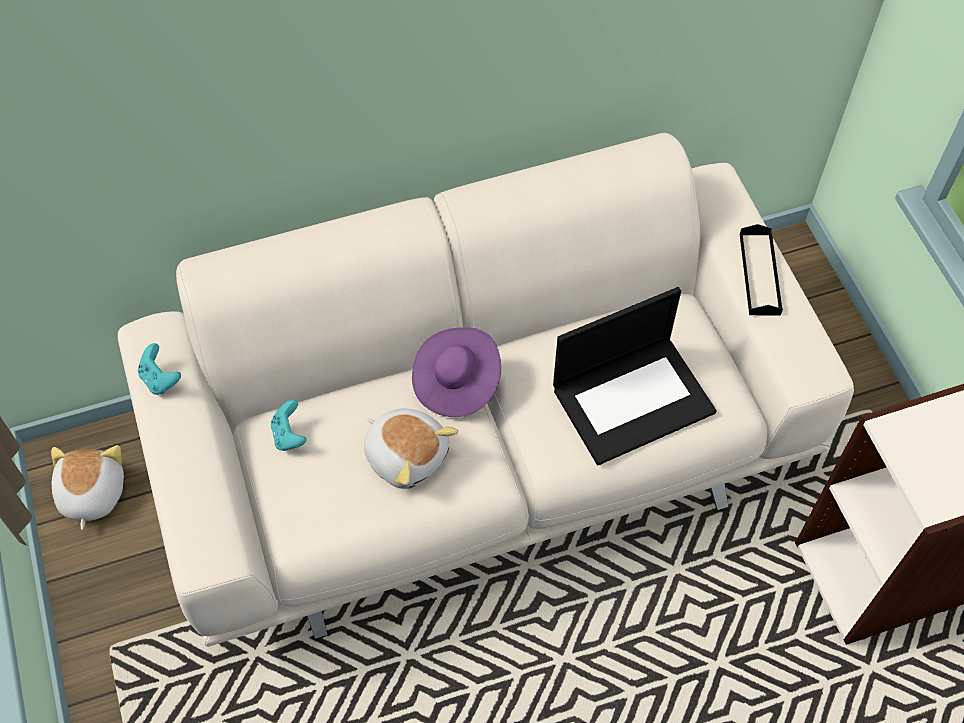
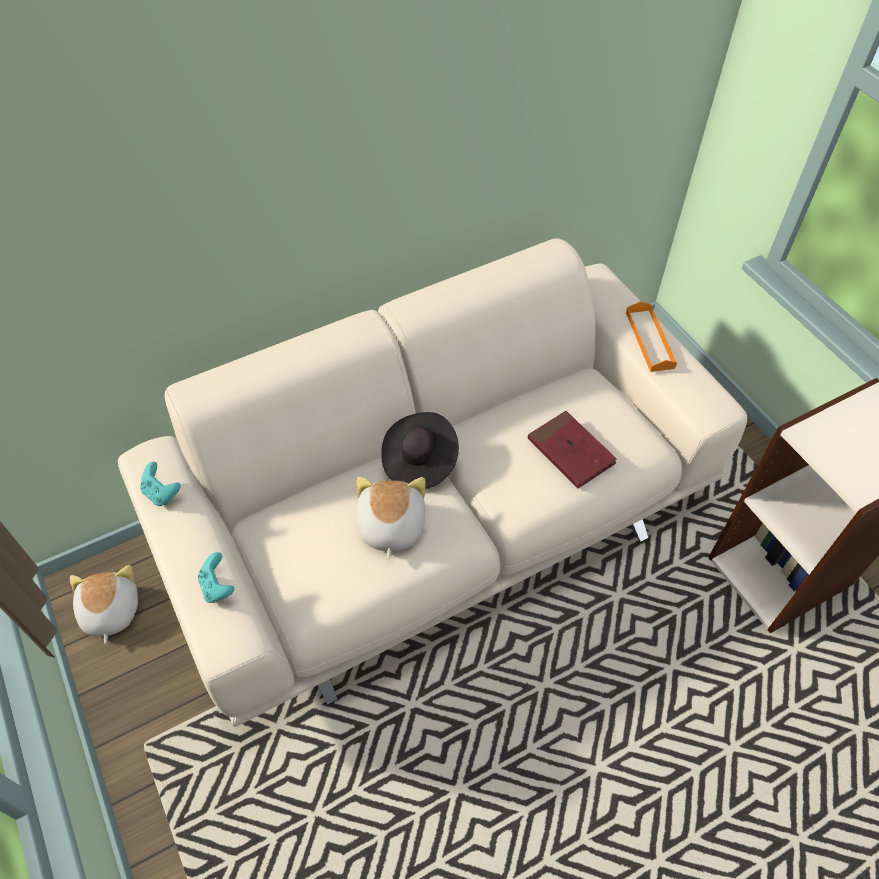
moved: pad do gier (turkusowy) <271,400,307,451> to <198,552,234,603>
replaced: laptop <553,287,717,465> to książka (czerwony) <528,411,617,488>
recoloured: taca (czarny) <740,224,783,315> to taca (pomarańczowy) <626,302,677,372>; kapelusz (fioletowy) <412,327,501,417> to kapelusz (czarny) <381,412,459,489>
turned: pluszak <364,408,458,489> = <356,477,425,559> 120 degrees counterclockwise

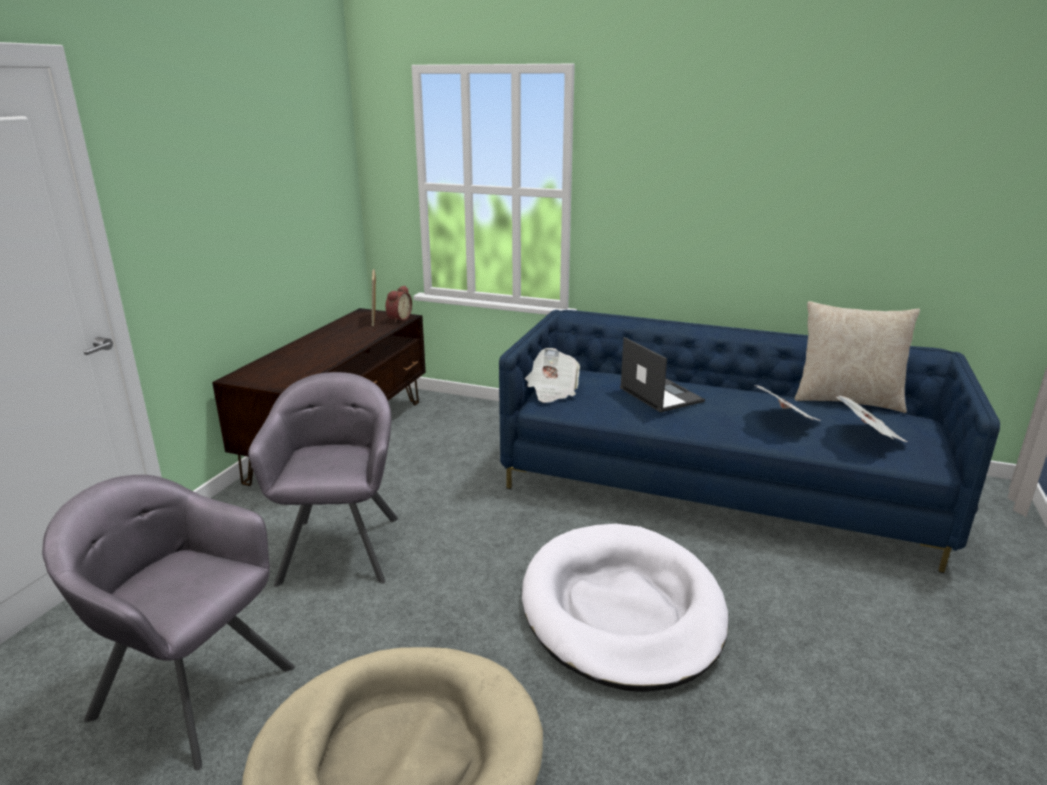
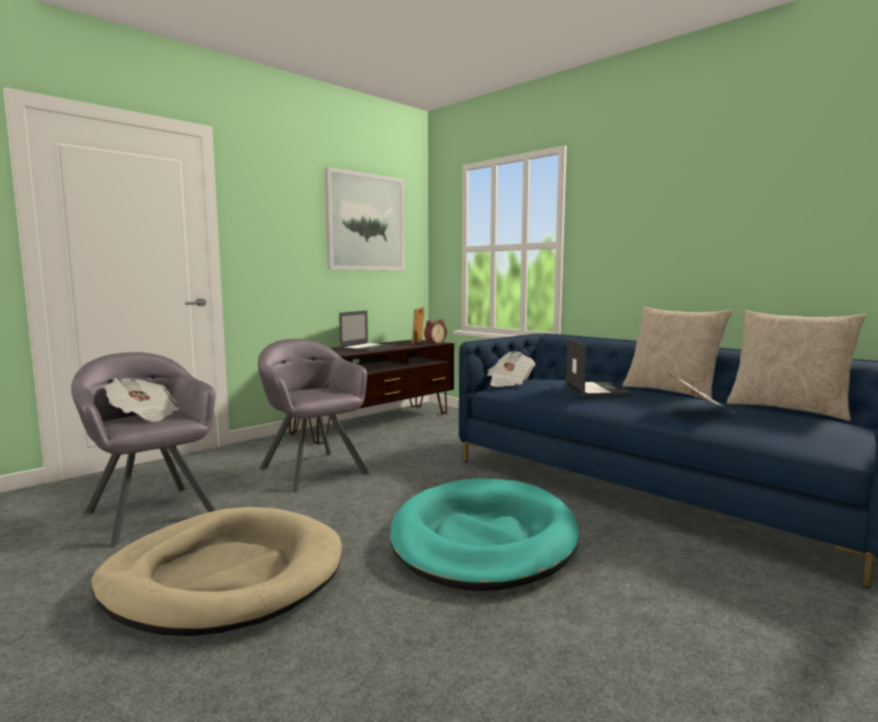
added: obraz <325,167,405,270>; poduszka (beżowy) <622,307,732,401>; laptop <339,311,395,352>
moved: gazeta <836,395,908,442> to <104,378,179,422>
recoloured: legowisko (biały) <522,524,729,692> to legowisko (turkusowy) <390,478,579,591>
turned: fotel (szary) <248,372,398,587> = <258,339,369,492> 60 degrees counterclockwise

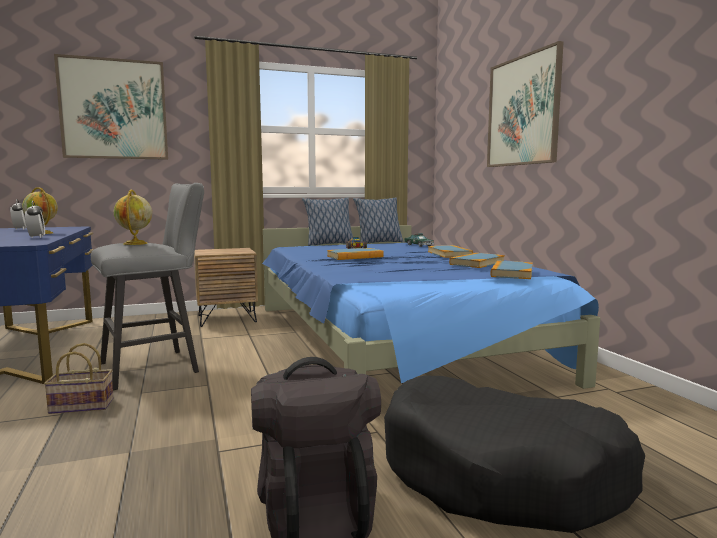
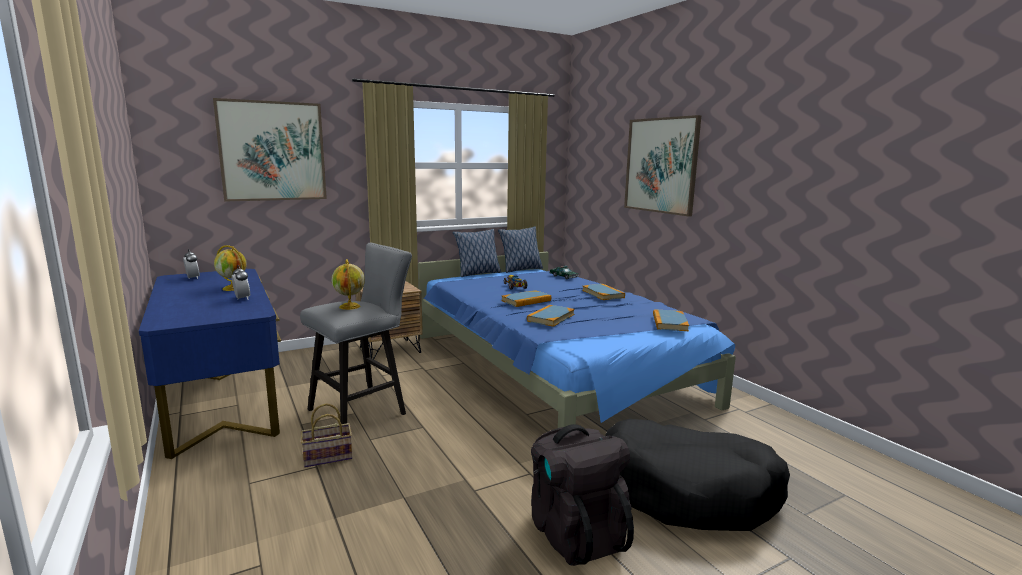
moved: książka <449,253,505,268> to <527,305,575,327>

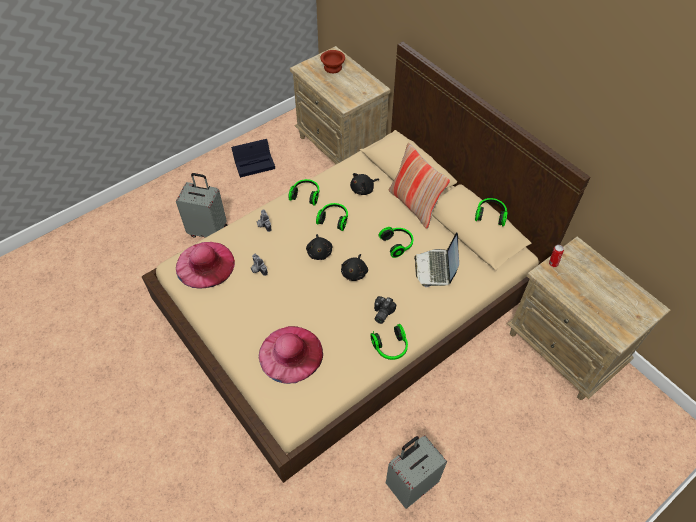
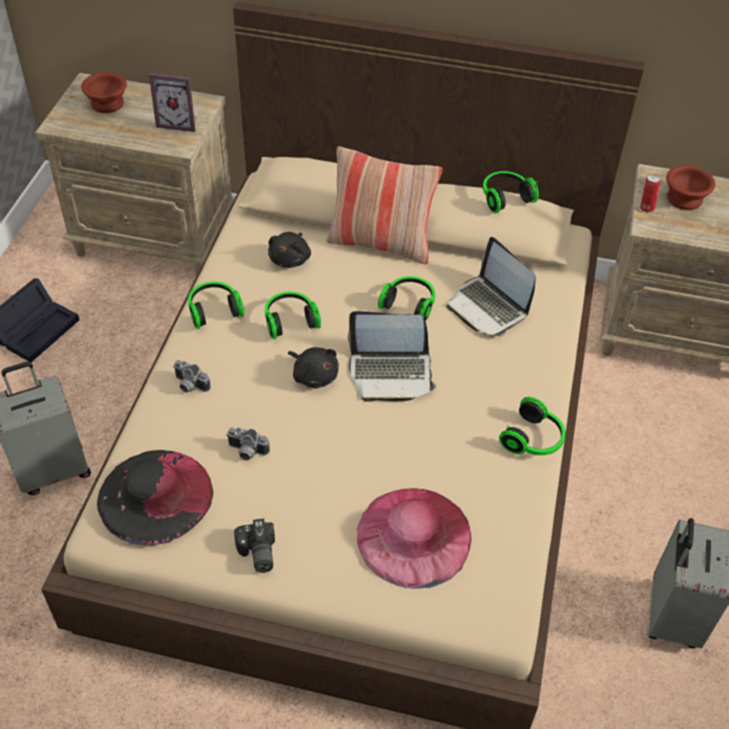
added: ramka na zdjęcie <149,73,196,132>; miska (brązowy) <666,165,715,210>
moved: aparat fotograficzny <374,296,396,324> to <234,519,275,573>
replaced: pluszak (czarny) <341,254,368,281> to laptop <348,311,436,402>
recoloured: kapelusz (różowy) <176,242,235,289> to kapelusz (czarny) <97,450,213,546>

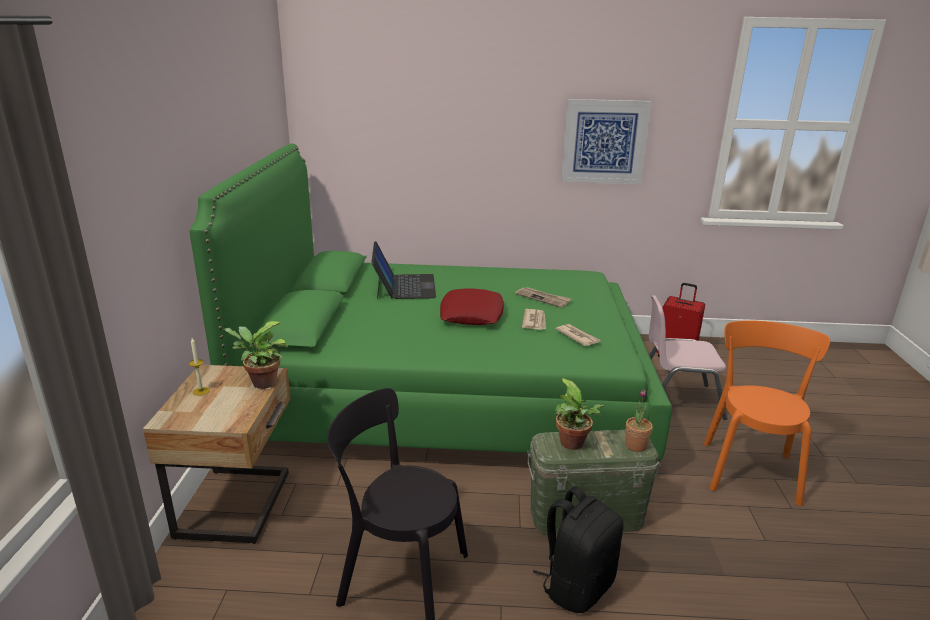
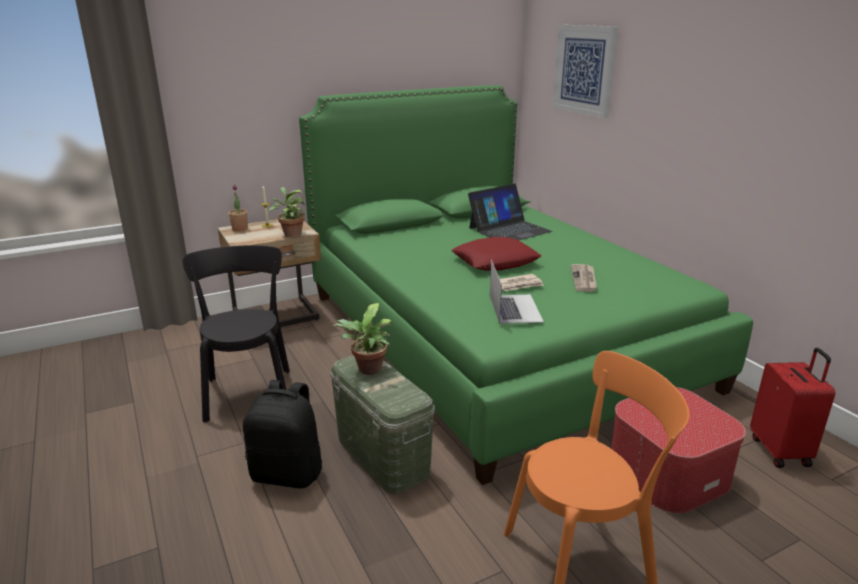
moved: obraz <561,99,652,184> to <552,25,618,119>; roślina doniczkowa <625,389,653,452> to <229,184,248,232>
replaced: krzesło (różowy) <649,295,727,420> to pufa <611,387,746,514>; gazeta <555,324,601,346> to laptop <490,260,544,324>

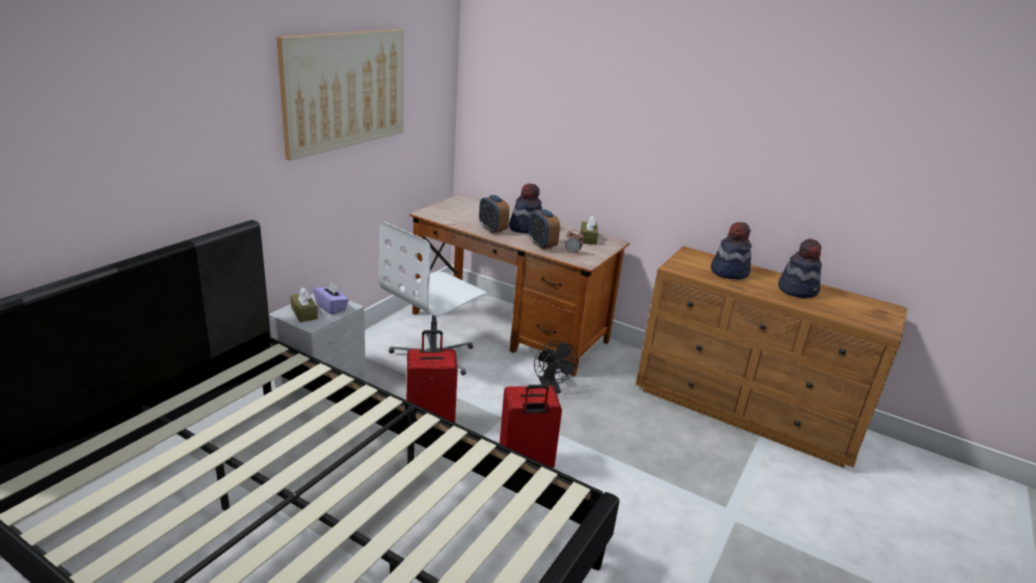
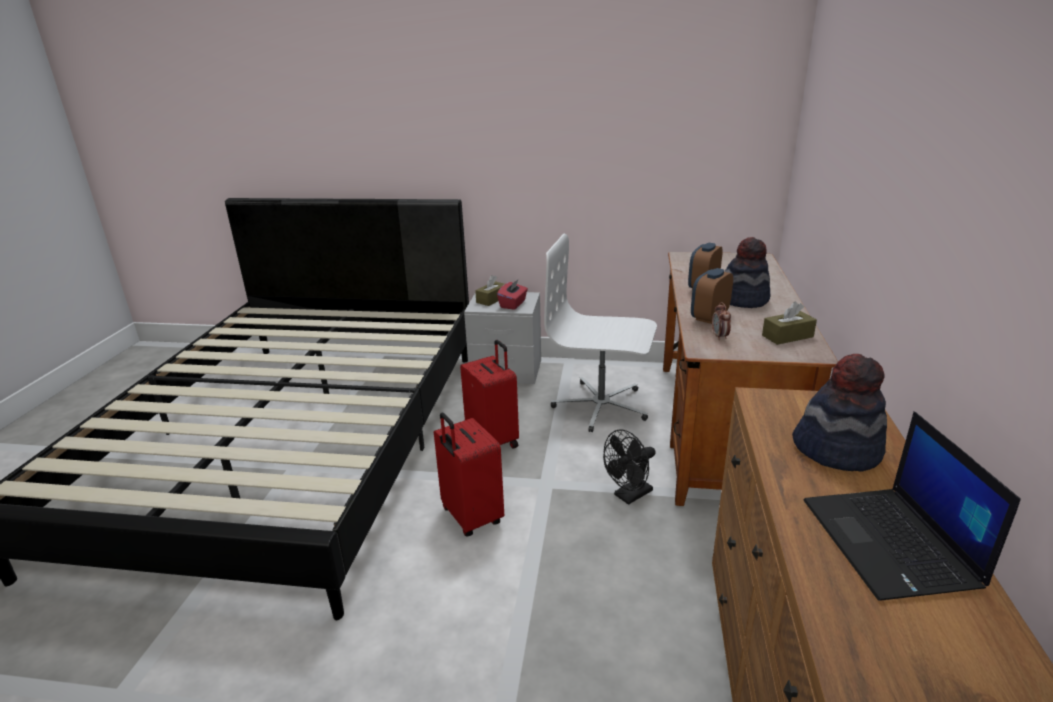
removed: obraz <277,29,404,160>
replaced: kapelusz <778,239,822,298> to laptop <804,411,1021,601>
recoloured: pudełko chusteczek (fioletowy) <313,281,349,315> to pudełko chusteczek (czerwony) <497,279,528,310>

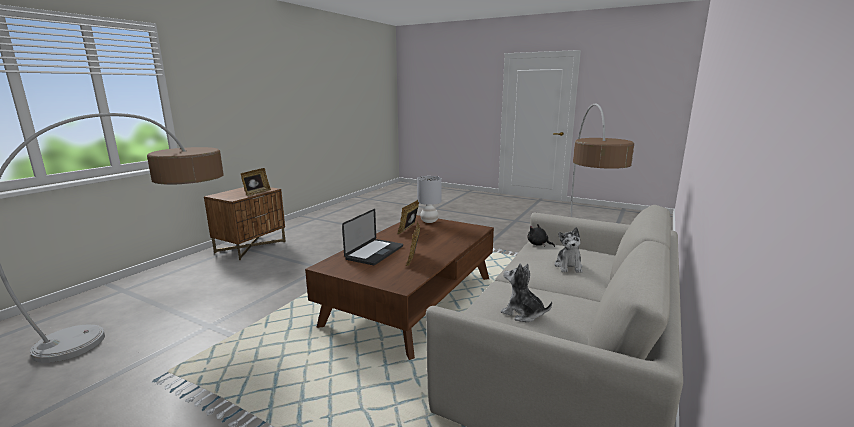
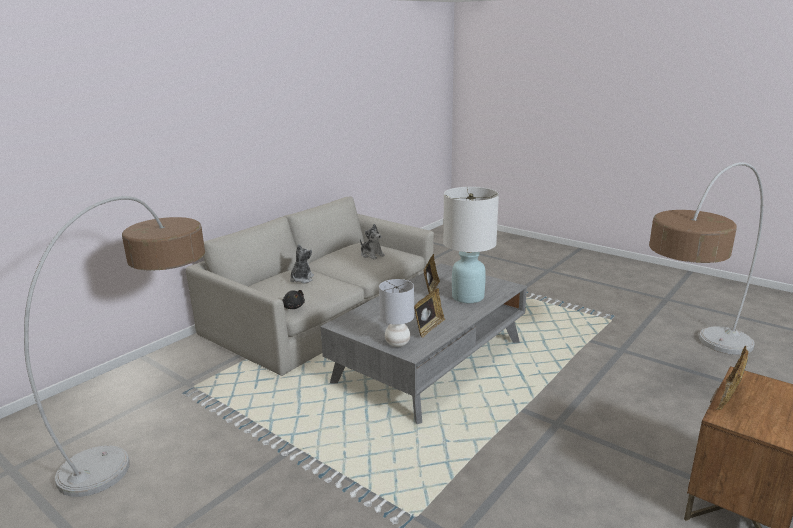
replaced: laptop <342,209,403,265> to lampa stołowa (biały) <443,187,499,303>
recoloured: ława (brązowy) <305,215,494,360> to ława (szary) <320,263,527,424>

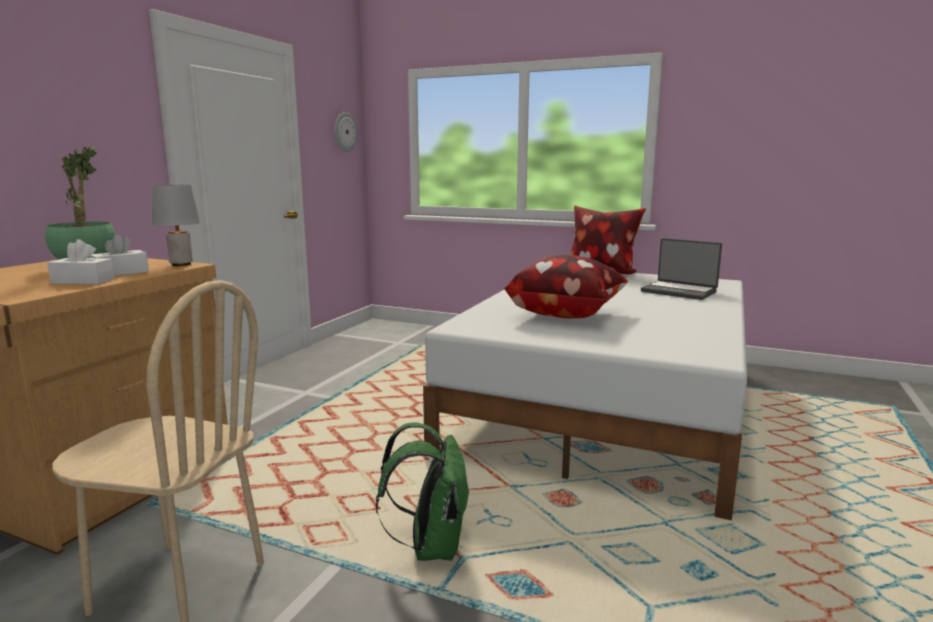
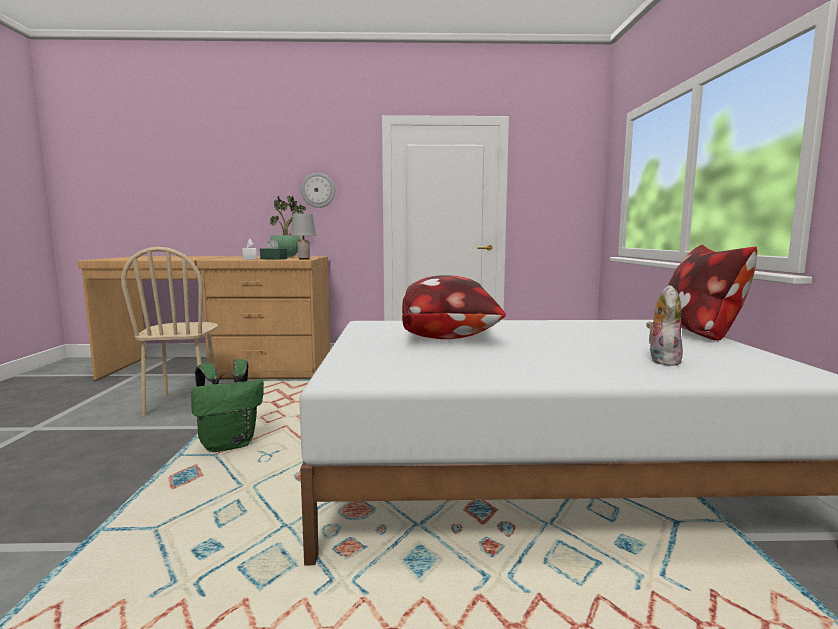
moved: zegar ścienny <335,112,357,152> to <301,173,335,208>
replaced: laptop <641,238,722,300> to pluszak <646,285,683,366>
recoloured: pudełko chusteczek (biały) <90,234,149,276> to pudełko chusteczek (zielony) <260,238,287,260>

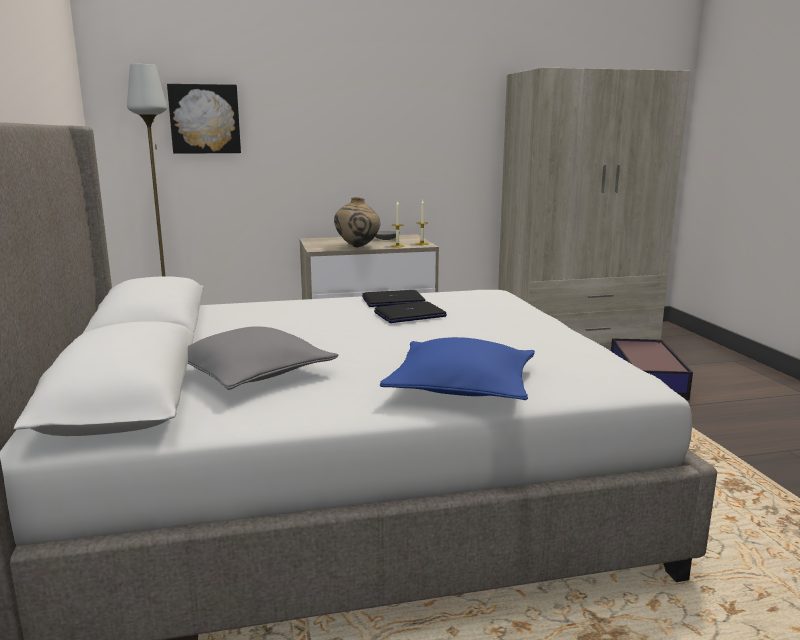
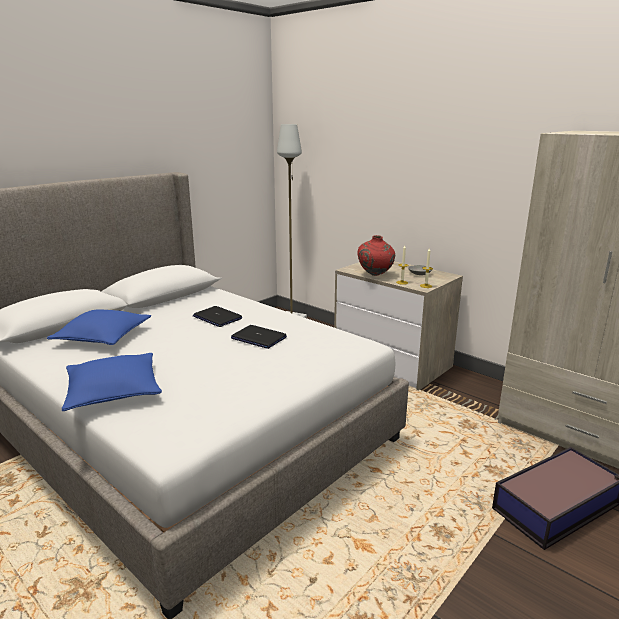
removed: obraz <167,84,241,154>
moved: laptop <362,290,426,307> to <193,306,242,327>
recoloured: wazon (beżowy) <334,197,380,247> to wazon (czerwony) <357,235,395,276>; poduszka (szary) <187,326,339,390> to poduszka (niebieski) <47,310,151,345>

